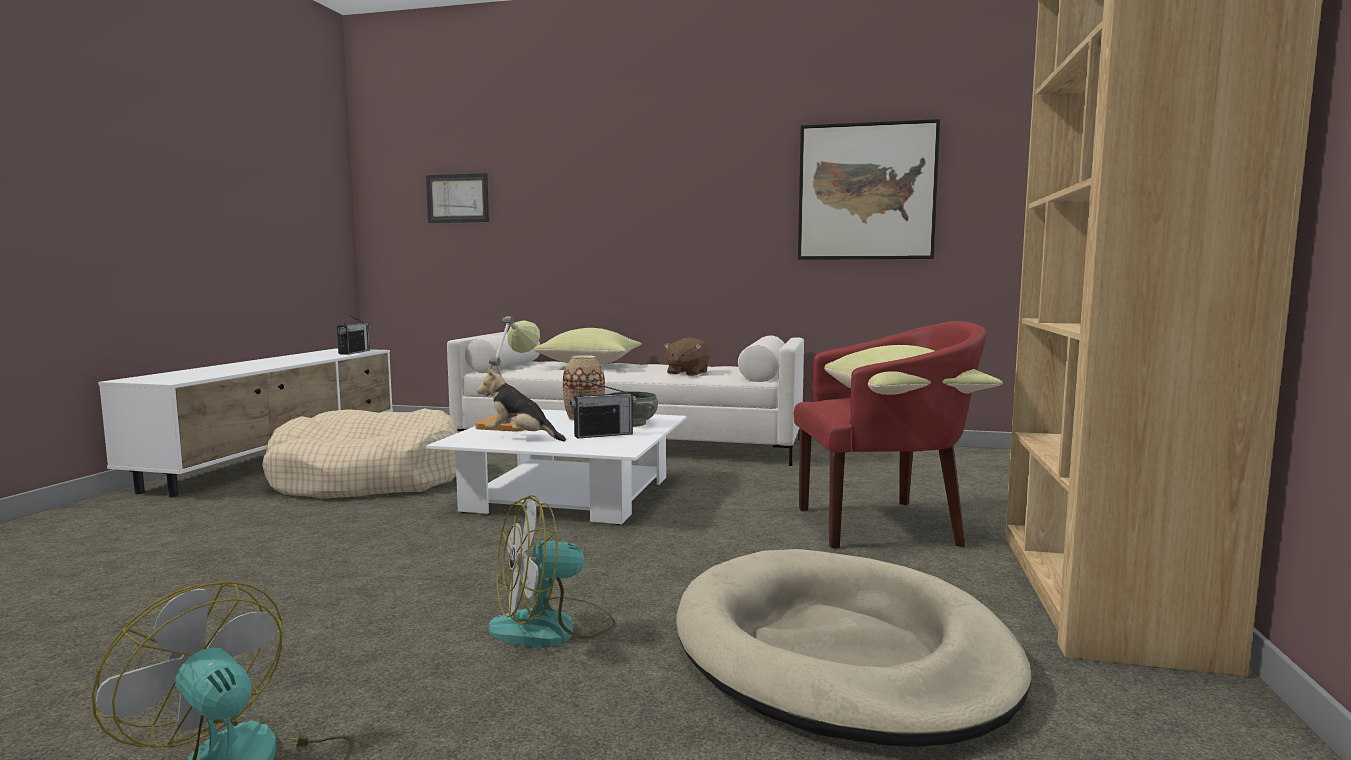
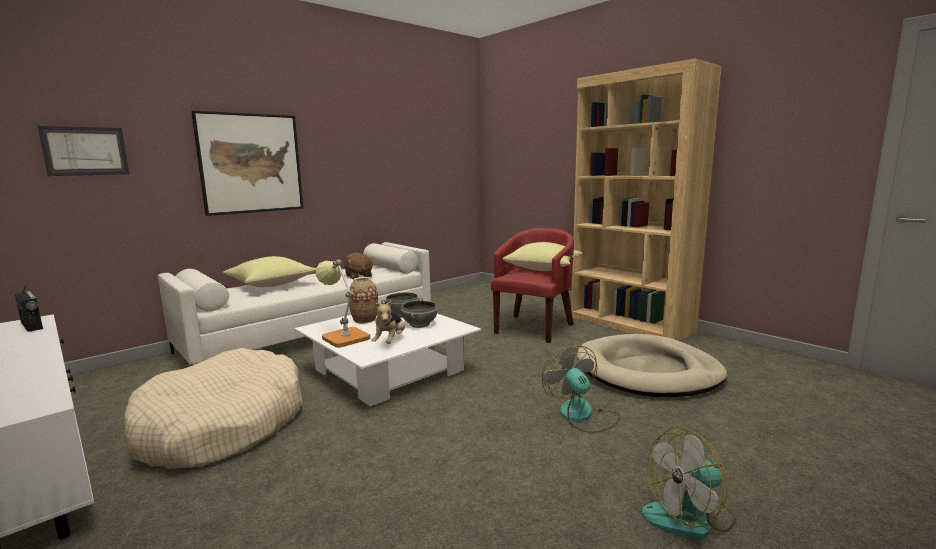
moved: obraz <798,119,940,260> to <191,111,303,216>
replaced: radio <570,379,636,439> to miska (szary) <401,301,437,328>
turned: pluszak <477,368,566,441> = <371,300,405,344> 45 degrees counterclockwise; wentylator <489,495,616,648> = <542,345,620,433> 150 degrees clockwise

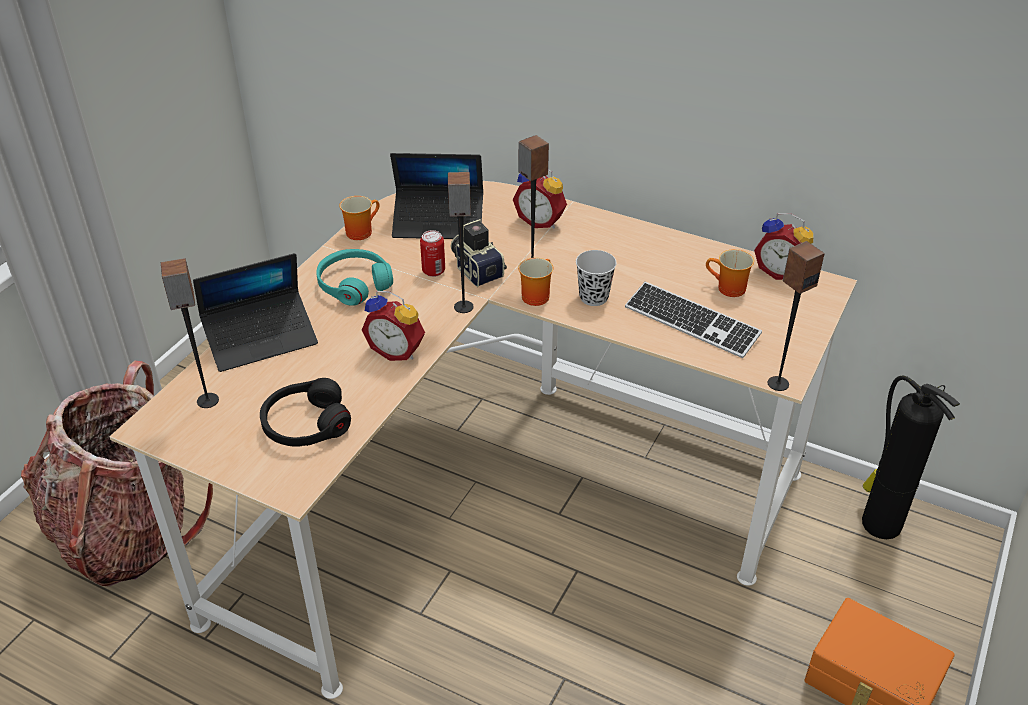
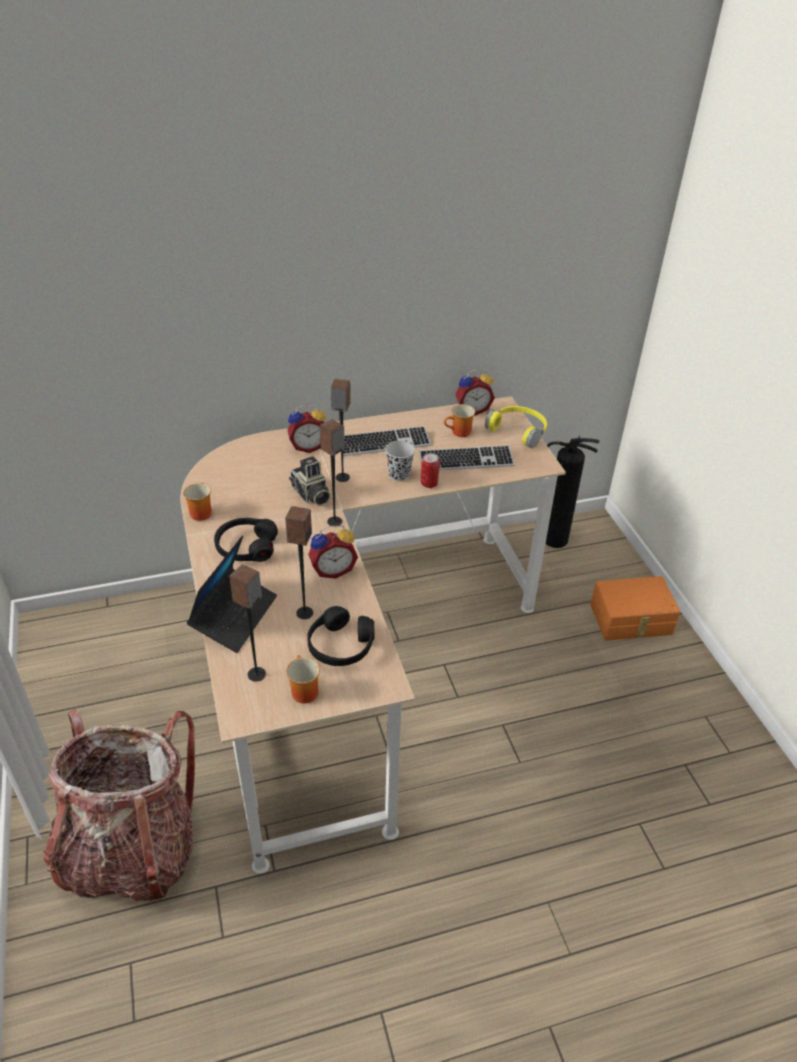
removed: laptop <390,153,483,239>
added: słuchawki (żółty) <485,406,547,448>; klawiatura <343,426,431,456>
moved: puszka <420,230,445,277> to <421,453,440,488>; głośnik <768,241,825,391> to <285,506,313,619>; kubek <518,258,554,306> to <286,655,320,704>
recoloured: słuchawki (turkusowy) <316,249,393,306> to słuchawki (czarny) <214,518,278,562>
turned: aparat fotograficzny <450,219,507,287> = <289,456,331,506> 135 degrees counterclockwise

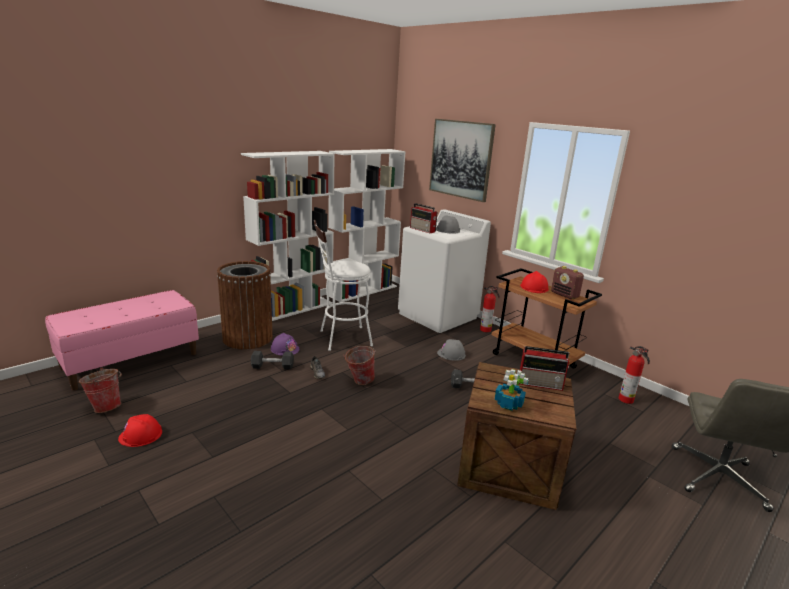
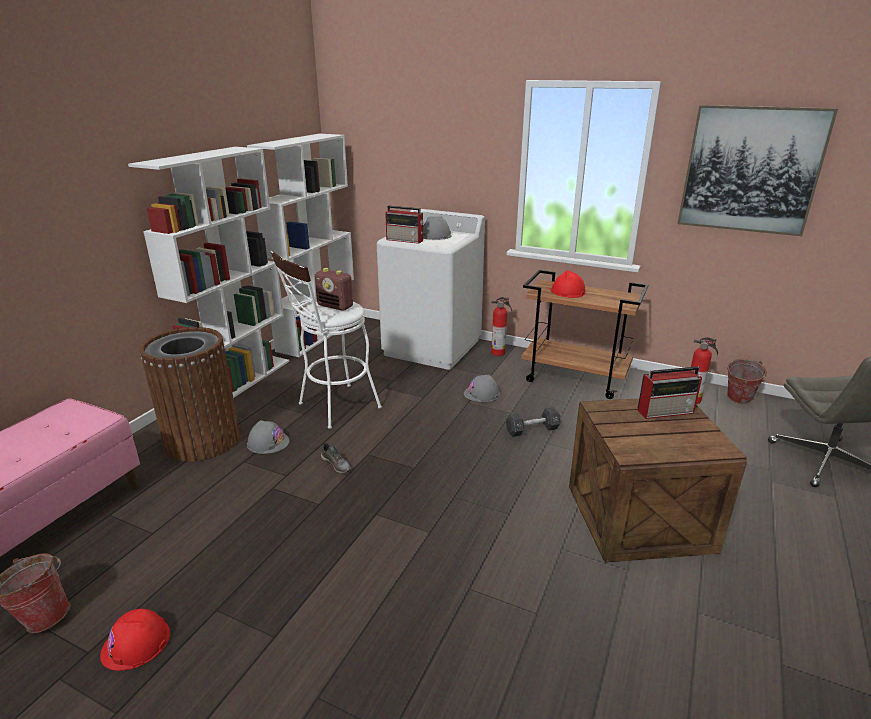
removed: hantel (czarny) <251,351,294,369>; roślina doniczkowa <494,369,528,411>
moved: obraz <429,119,496,202> to <677,105,838,236>; radio <551,266,584,299> to <315,268,353,310>; wiadro <343,346,376,385> to <725,359,767,404>
recoloured: kask (fioletowy) <271,333,299,356> to kask (szary) <247,420,289,454>

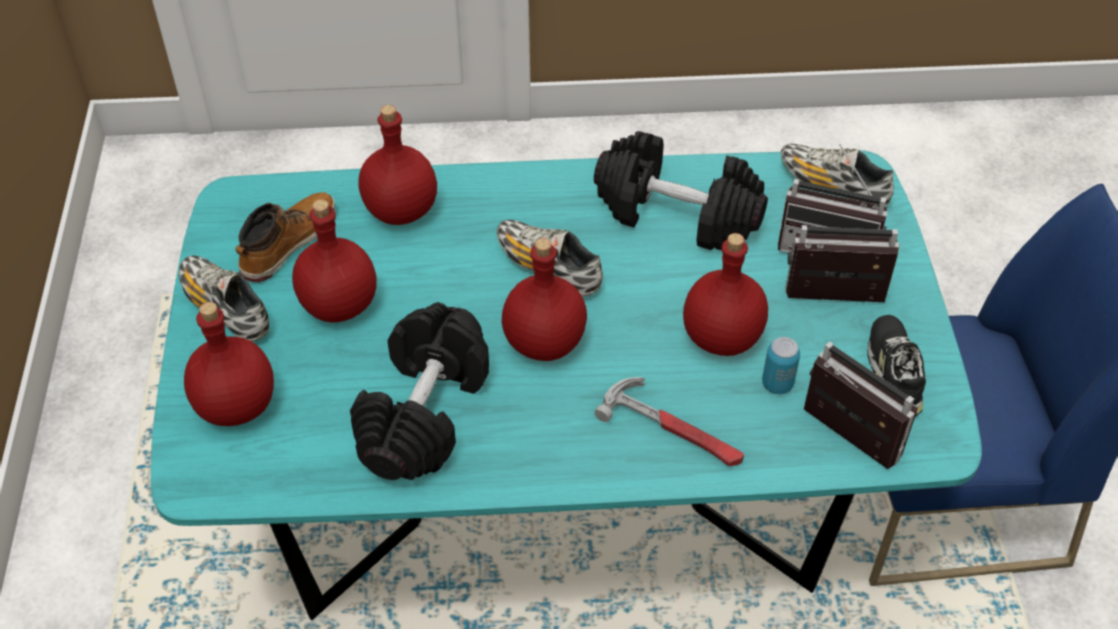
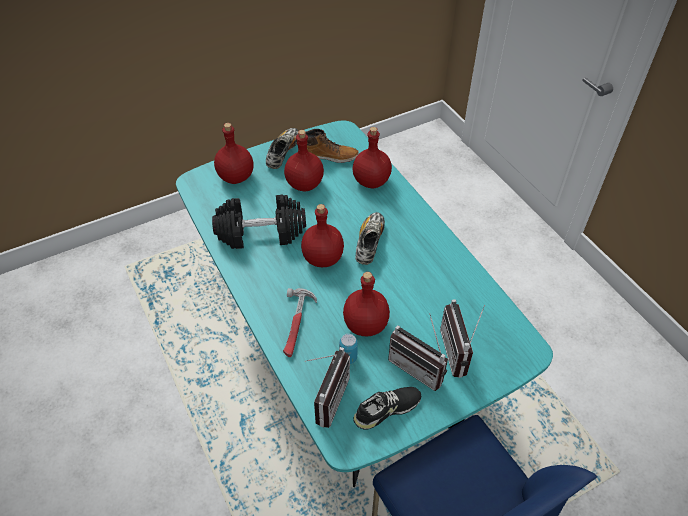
removed: hantel (czarny) <594,131,768,250>; but <781,144,894,206>
turned: radio <785,225,899,302> = <388,313,448,391> 150 degrees clockwise

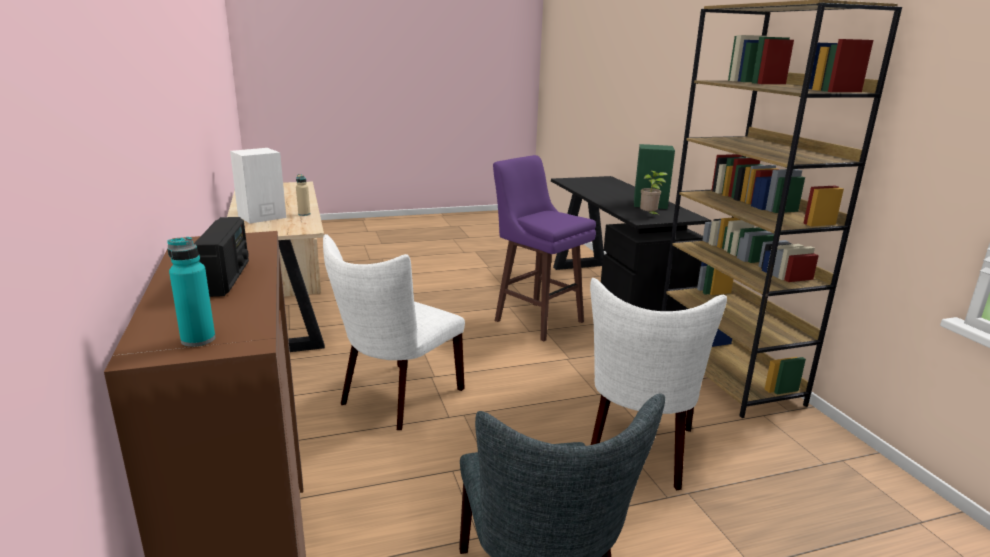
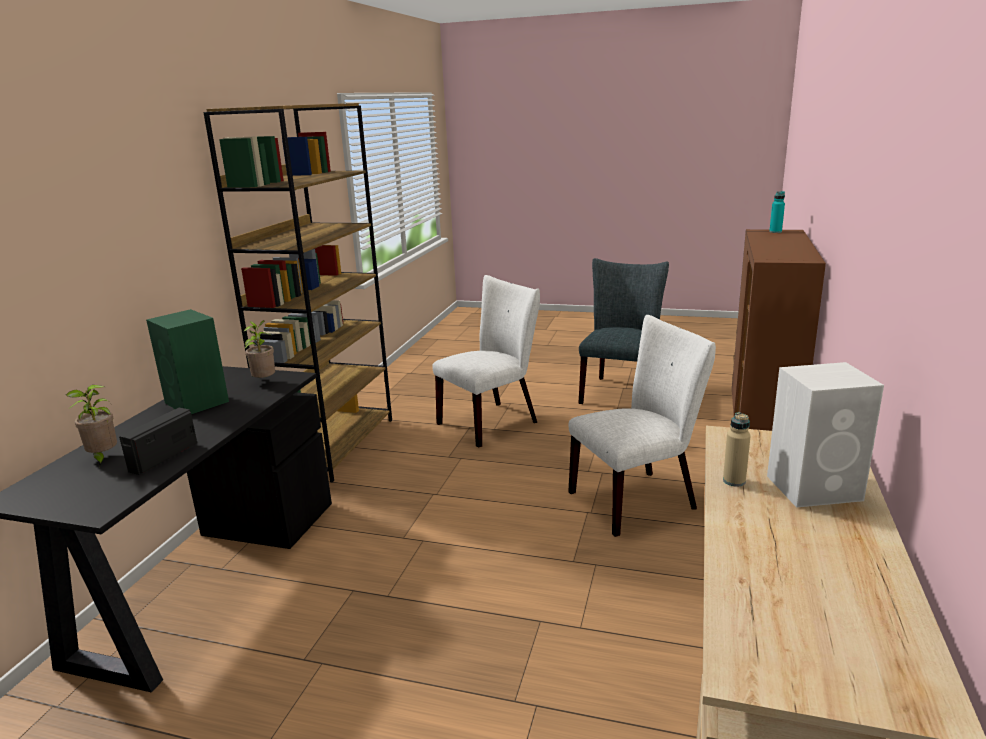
removed: stołek (fioletowy) <493,155,596,342>
added: roślina doniczkowa <66,385,117,467>
moved: radio <194,217,249,297> to <119,408,197,475>

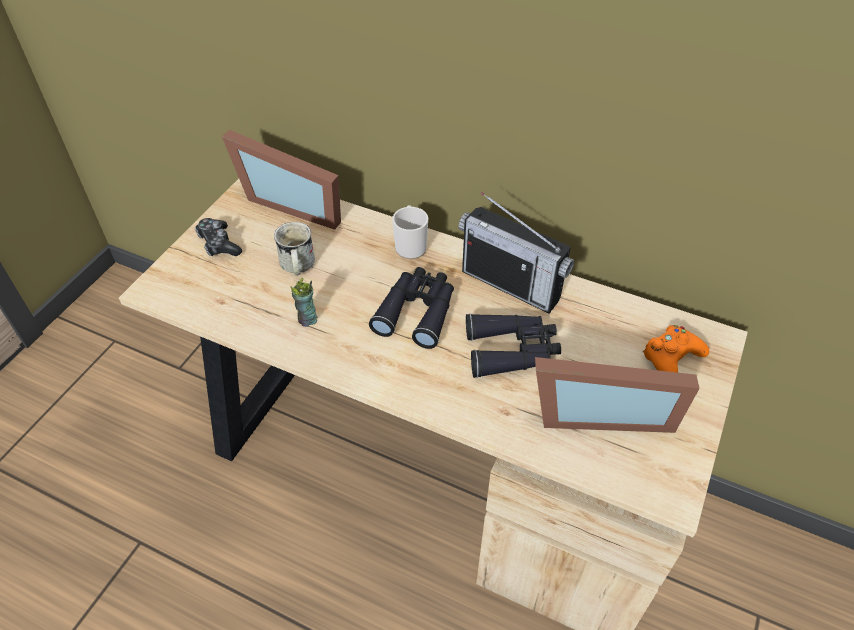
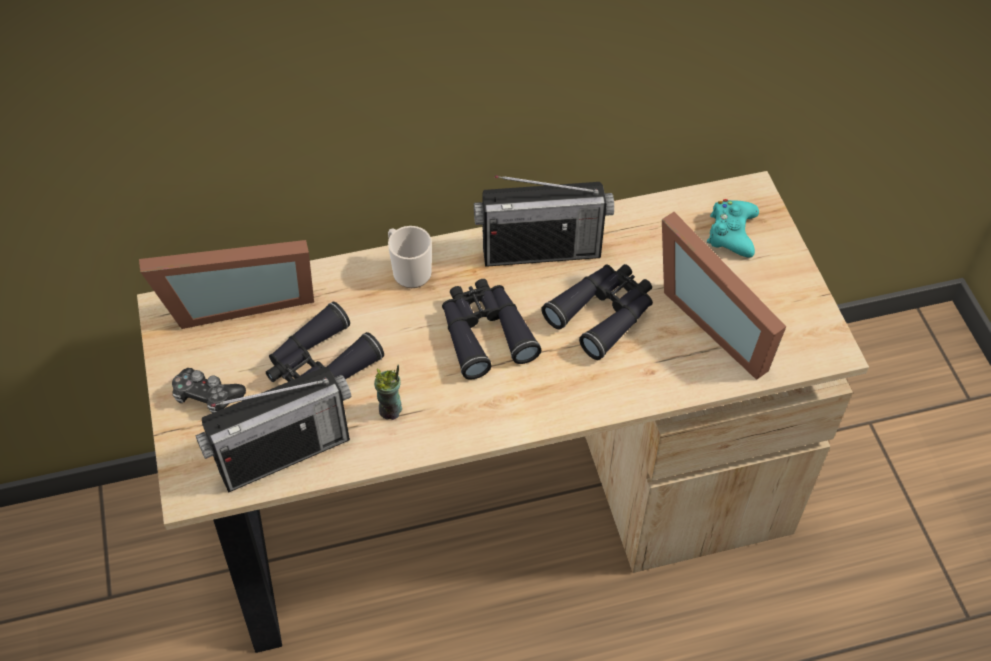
added: radio <196,367,351,492>
replaced: kubek (biały) <274,222,315,276> to lornetka (czarny) <266,302,384,382>
recoloured: pad do gier (pomarańczowy) <643,325,709,373> to pad do gier (turkusowy) <707,199,759,257>
turned: ramka na zdjęcie <535,357,700,433> = <662,212,786,380> 90 degrees clockwise

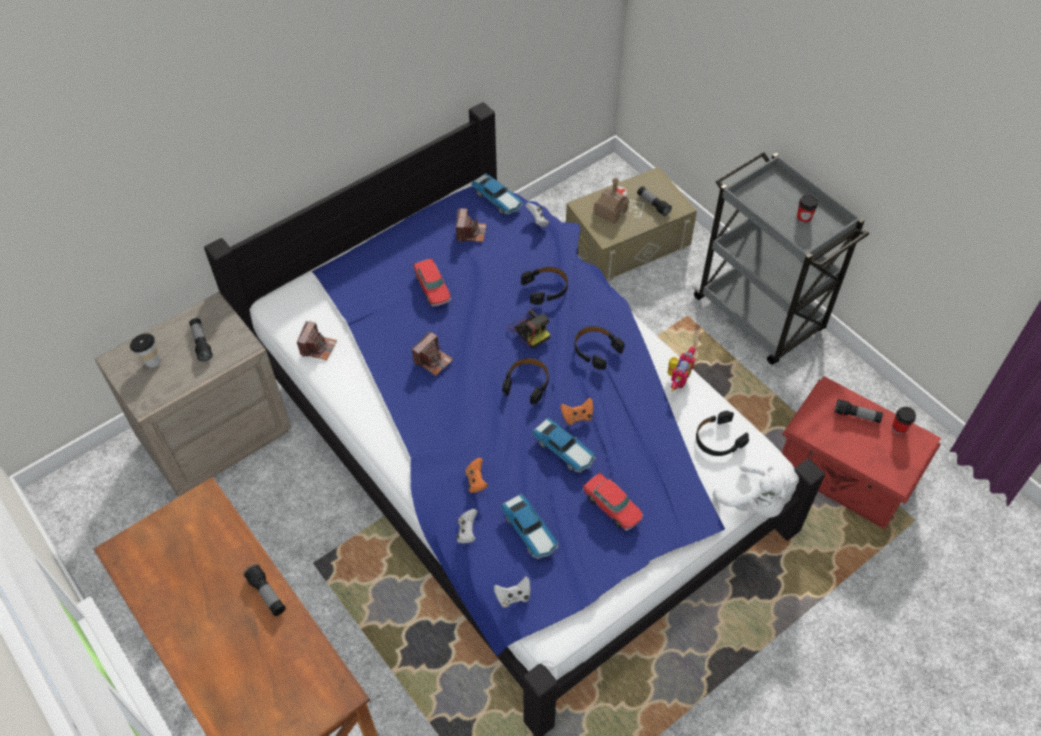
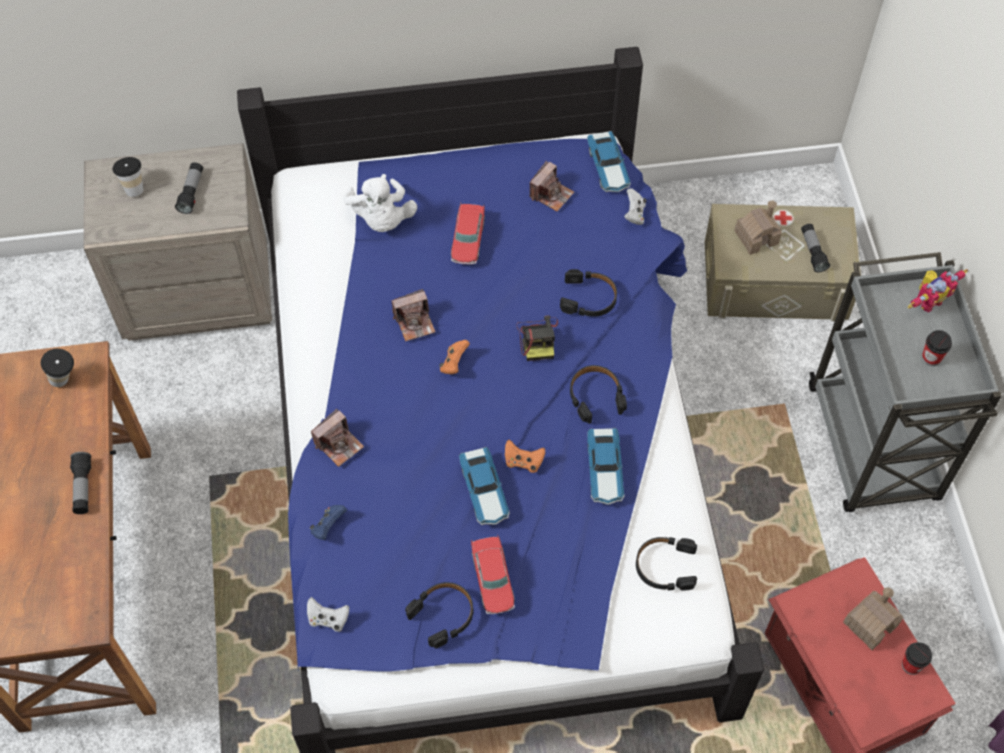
added: filiżanka <41,349,74,387>
moved: aparat fotograficzny <297,321,337,360> to <311,409,364,467>; robot zabawkowy <667,344,696,392> to <908,269,968,313>; słuchawki (czarny) <502,358,549,404> to <405,582,473,648>; pad do gier (pomarańczowy) <465,458,488,493> to <439,340,470,374>; pluszak (biały) <713,465,790,518> to <343,174,417,232>; samochodzik <500,493,558,560> to <587,428,624,505>
replaced: latarka <834,399,883,423> to domek <843,587,903,650>
recoloured: pad do gier (biały) <456,509,478,543> to pad do gier (niebieski) <310,505,347,540>

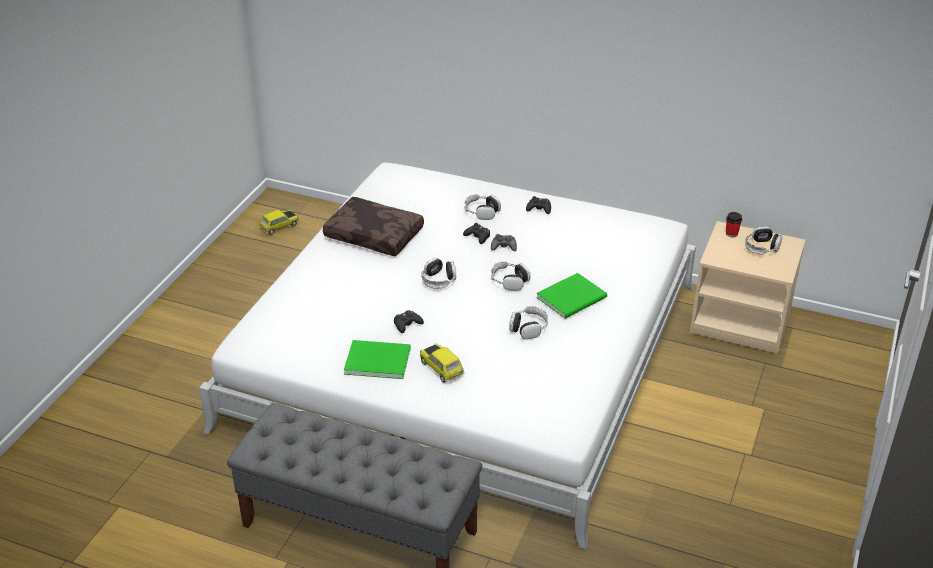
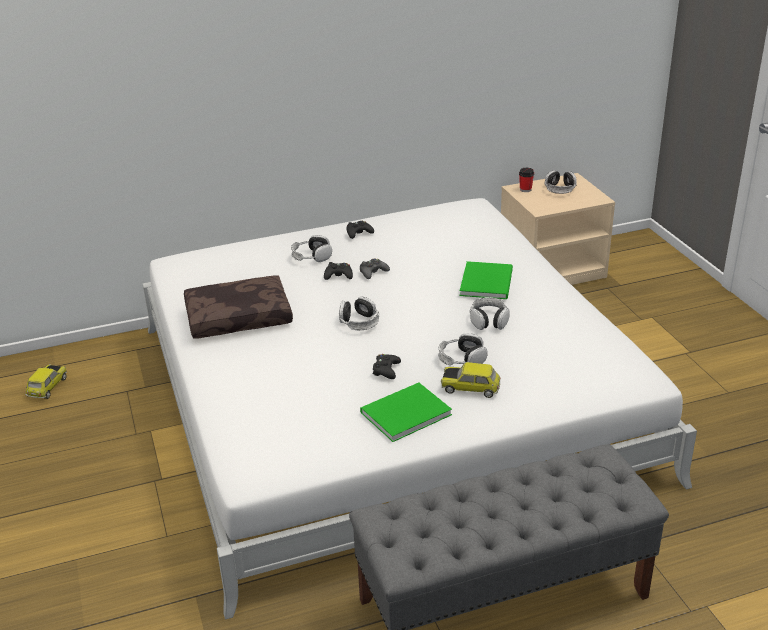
moved: słuchawki <491,261,531,291> to <439,333,488,365>

